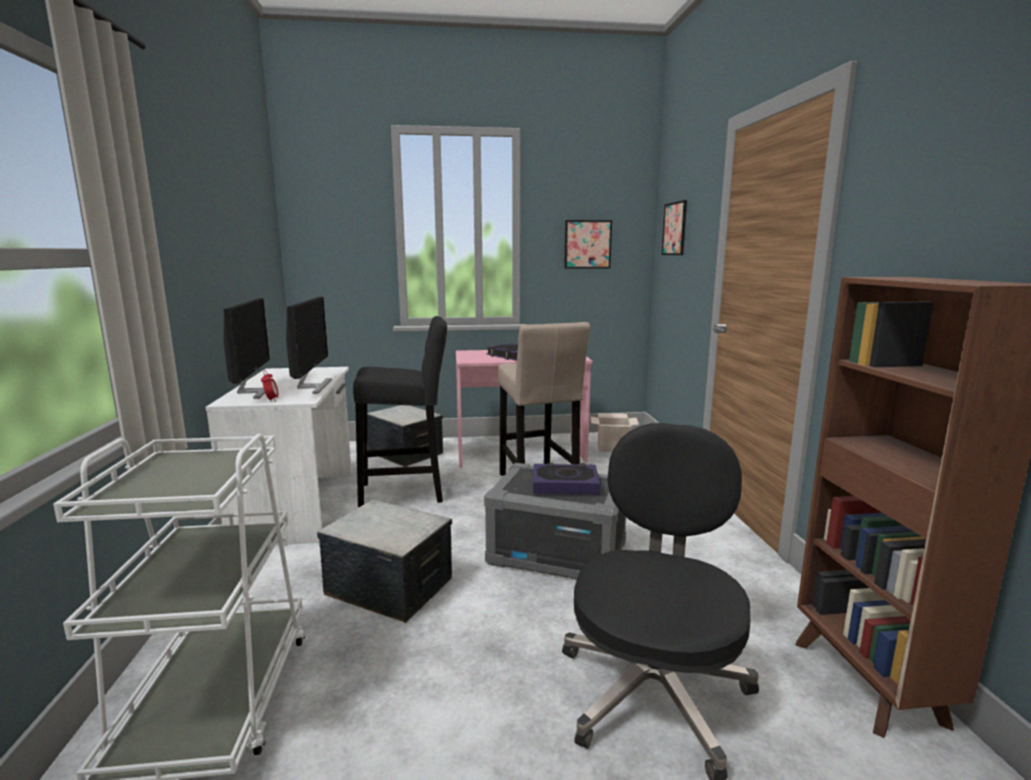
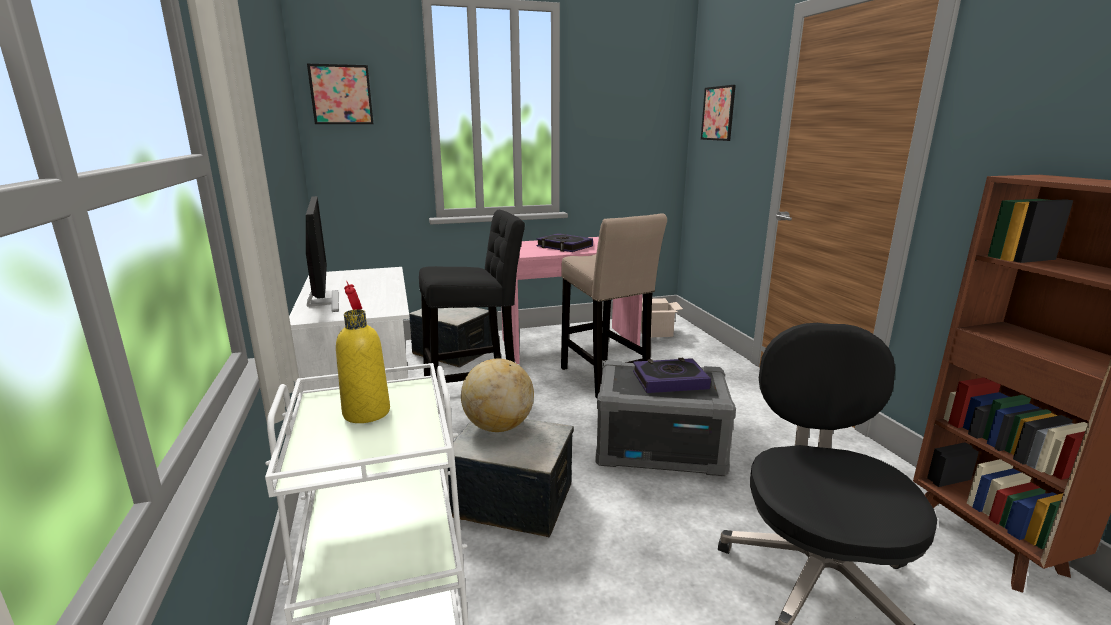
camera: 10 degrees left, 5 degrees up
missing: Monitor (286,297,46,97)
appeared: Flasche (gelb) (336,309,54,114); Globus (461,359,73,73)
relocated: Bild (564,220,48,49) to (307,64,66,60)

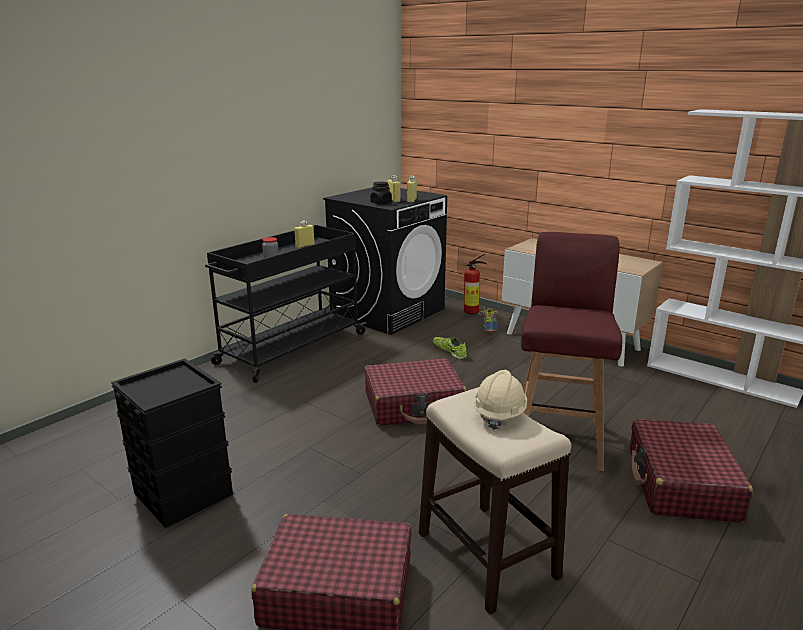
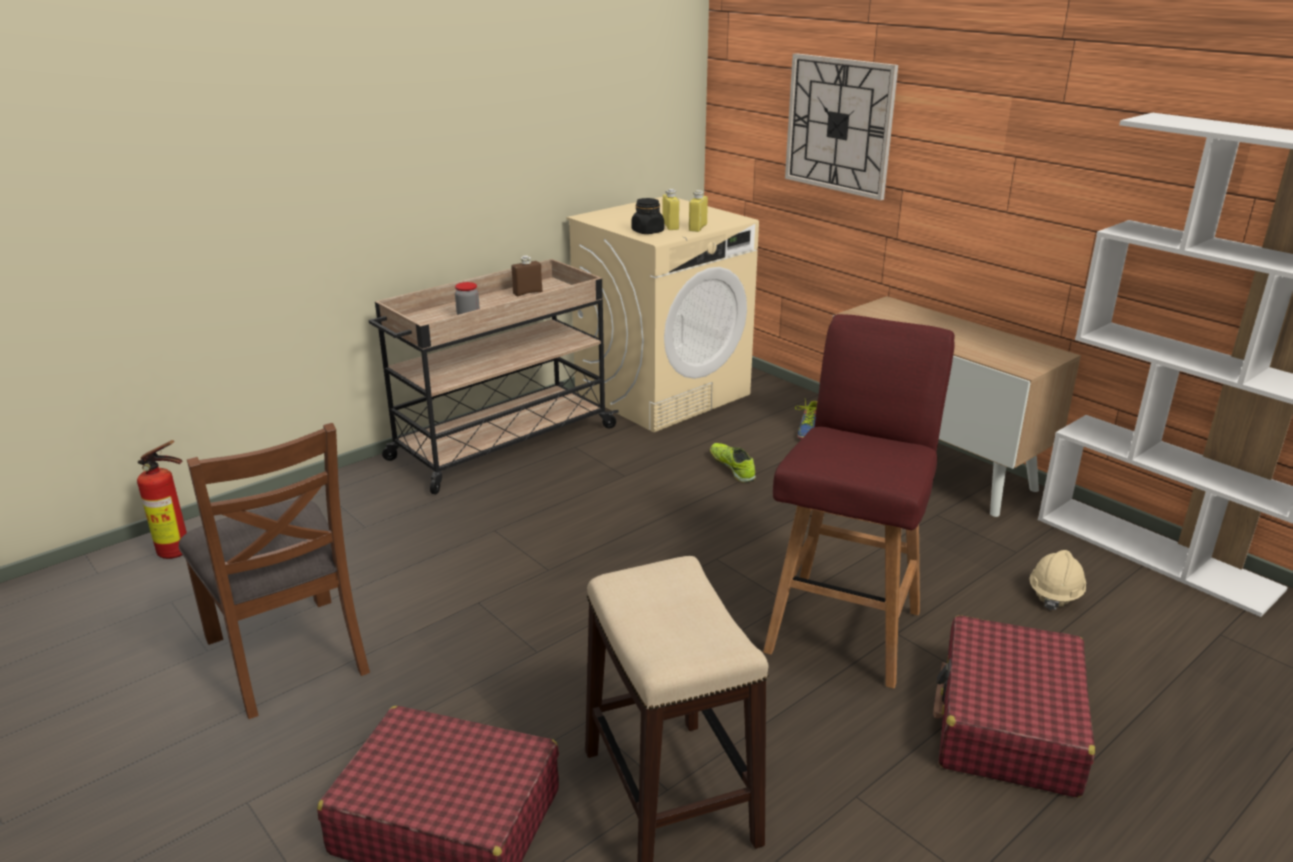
camera: 10 degrees right, 5 degrees up
missing: Koffer (rot) (364,358,103,68)
appeared: Wanduhr (785,53,113,148)
relocated: Feuerlöscher (464,253,23,61) to (137,440,50,119); Schutzhelm (beige) (474,370,53,60) to (1029,550,57,60)
exchanged: Aufbewahrungsbox (schwarz) (111,358,122,170) to Stuhl (braun) (179,423,191,296)
colour: Waschmaschine (schwarz) (323,187,124,148) to Waschmaschine (beige) (566,197,193,235); Flasche (gelb) (294,221,21,27) to Flasche (braun) (511,255,31,41); Rollwagen (schwarz) (205,225,162,158) to Rollwagen (beige) (369,259,250,235)

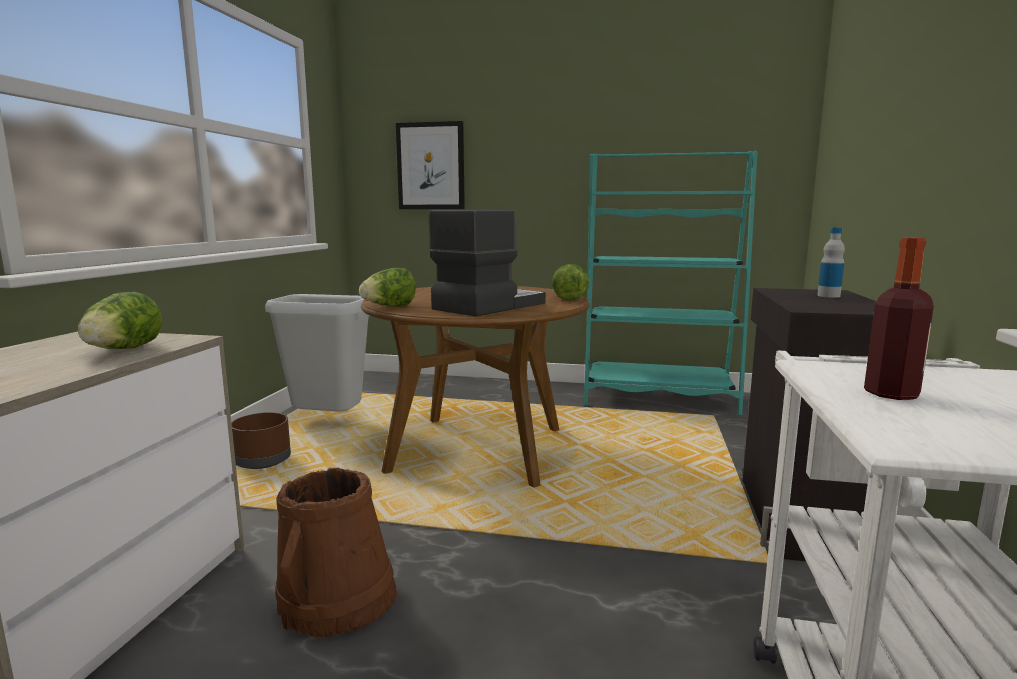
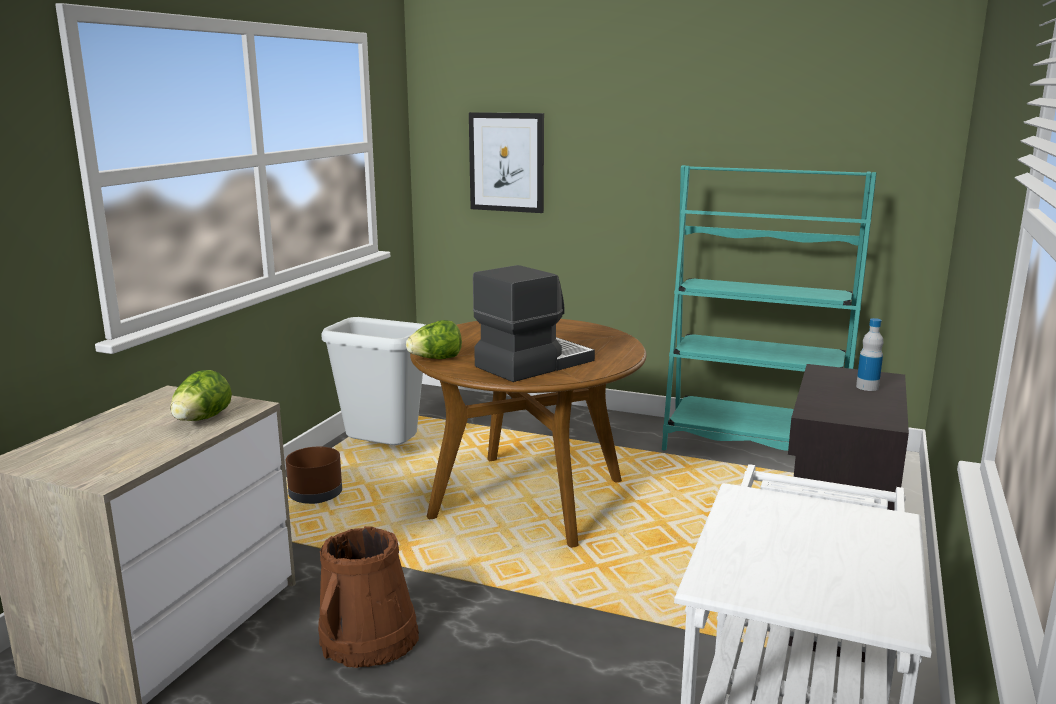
camera: 10 degrees right, 5 degrees up
missing: Flasche (864,237,70,163); Salatkopf (552,264,37,37)

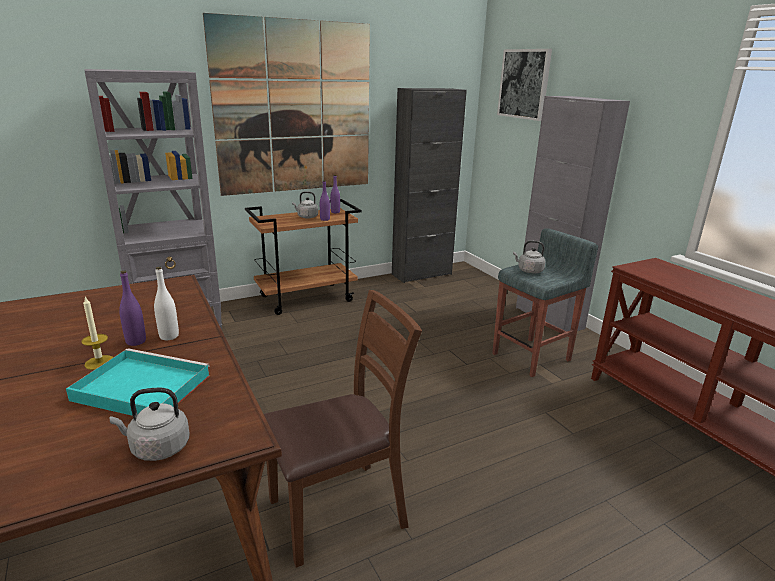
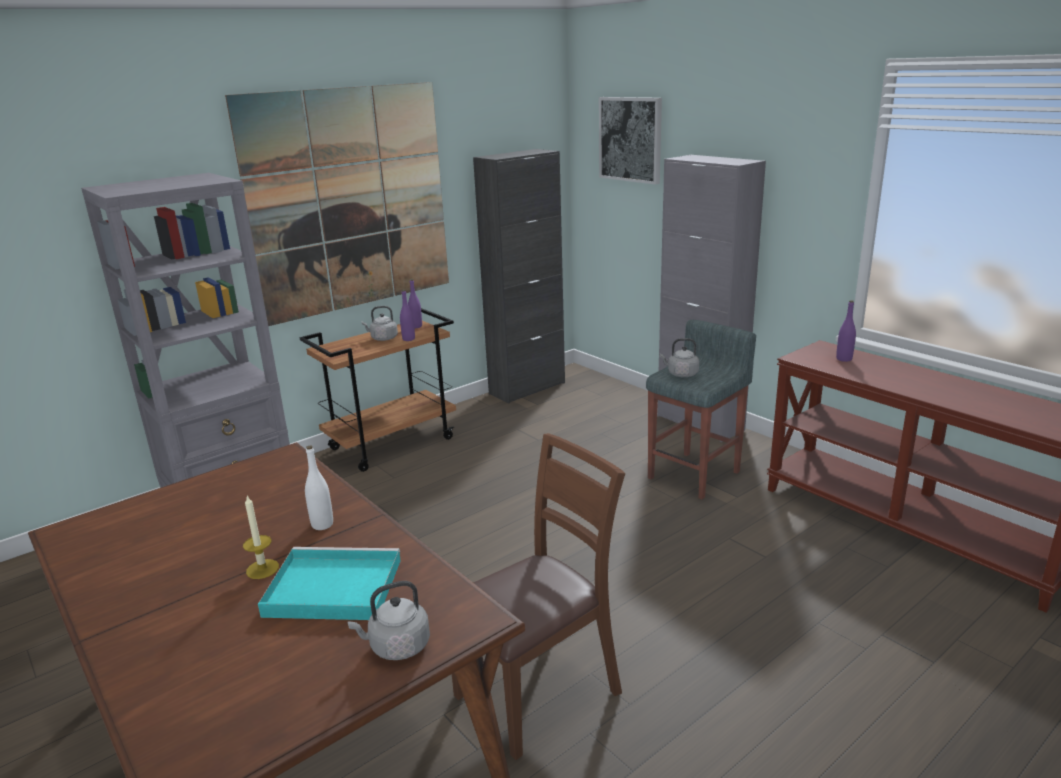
camera: 10 degrees left, 0 degrees up
relocated: Flasche (lila) (119,271,27,75) to (836,300,20,62)

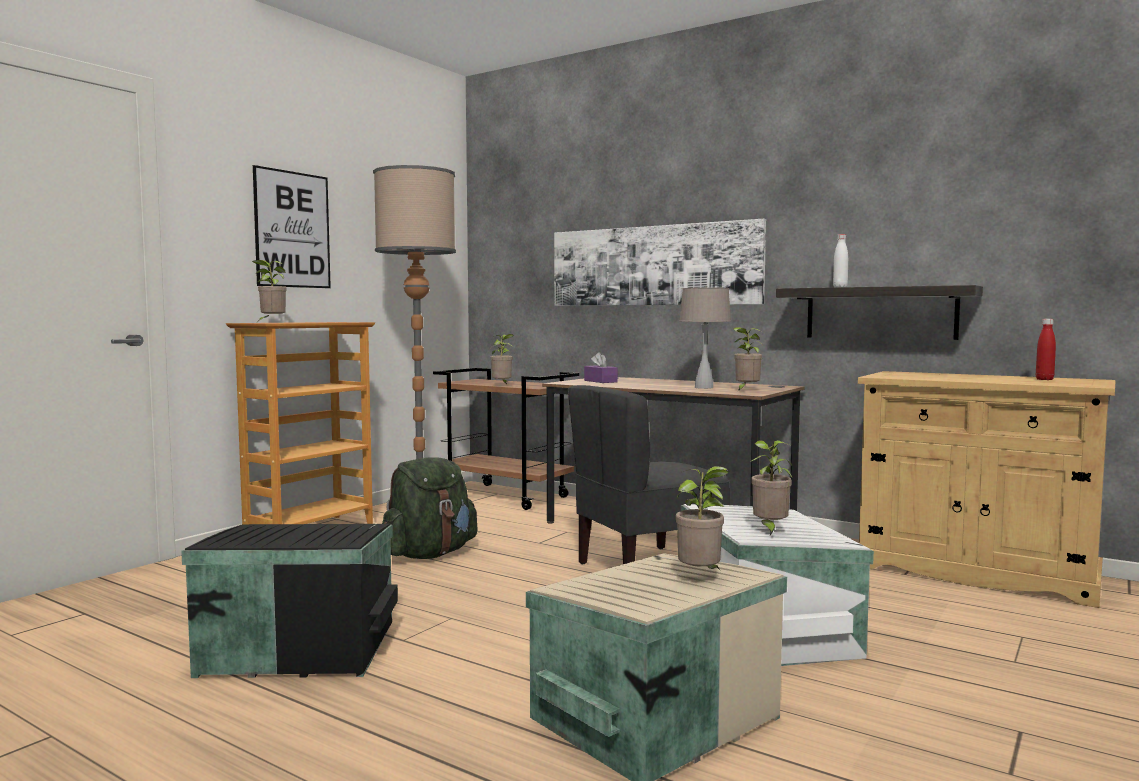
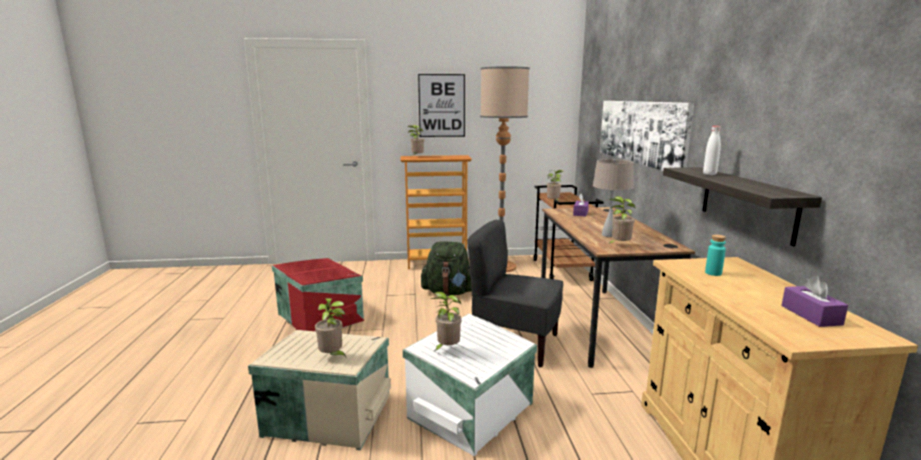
camera: 50 degrees right, 10 degrees up
appeared: Flasche (türkis) (705,234,21,42)
exchanged: Flasche (rot) (1036,319,20,61) to Taschentuchbox (lila) (781,276,67,51)
colour: Aufbewahrungsbox (schwarz) (181,524,217,154) to Aufbewahrungsbox (rot) (272,258,92,73)

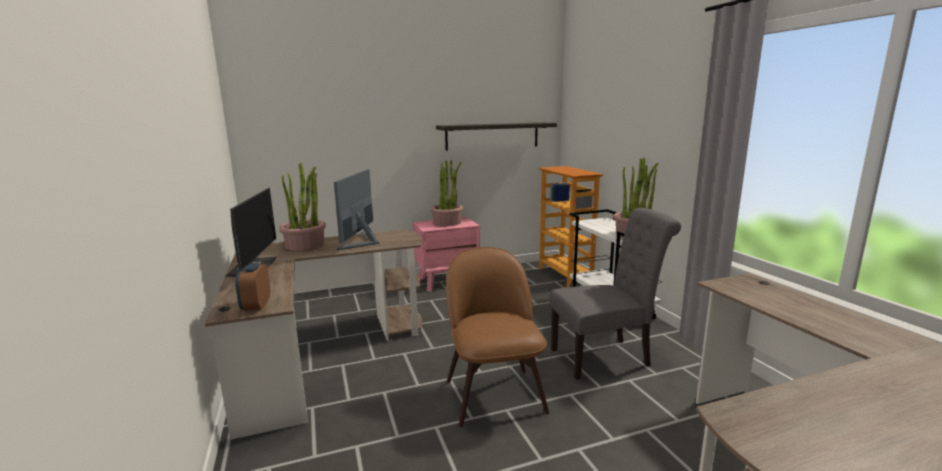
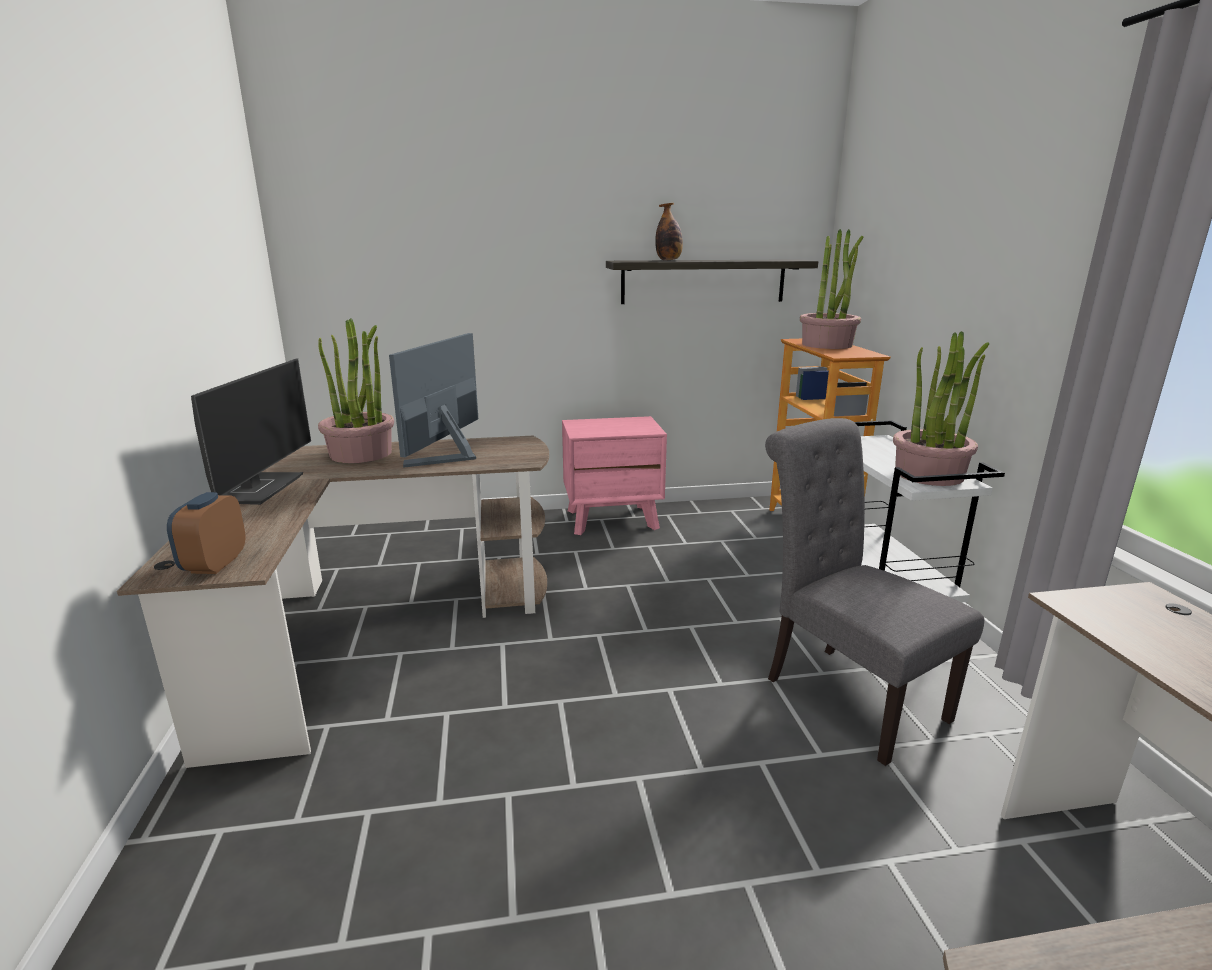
camera: 10 degrees right, 5 degrees up
missing: Stuhl (braun) (446,247,103,180)
appeared: Flasche (655,203,28,58)
relocated: Topfpflanze (430,160,34,66) to (800,229,64,120)
spun: Stuhl (grau) (549,208,132,172) = (765,418,219,348) 120 degrees counterclockwise

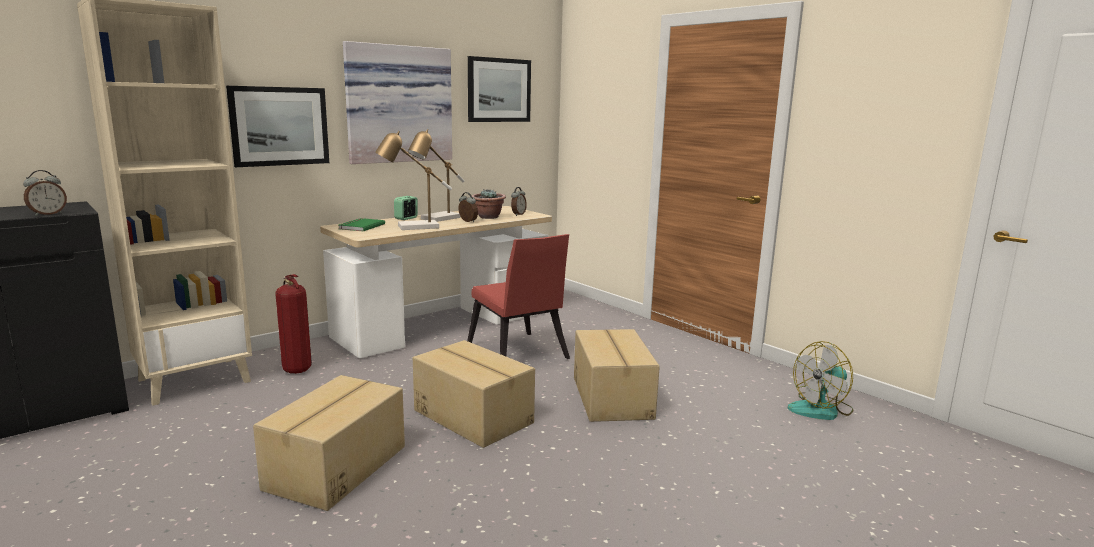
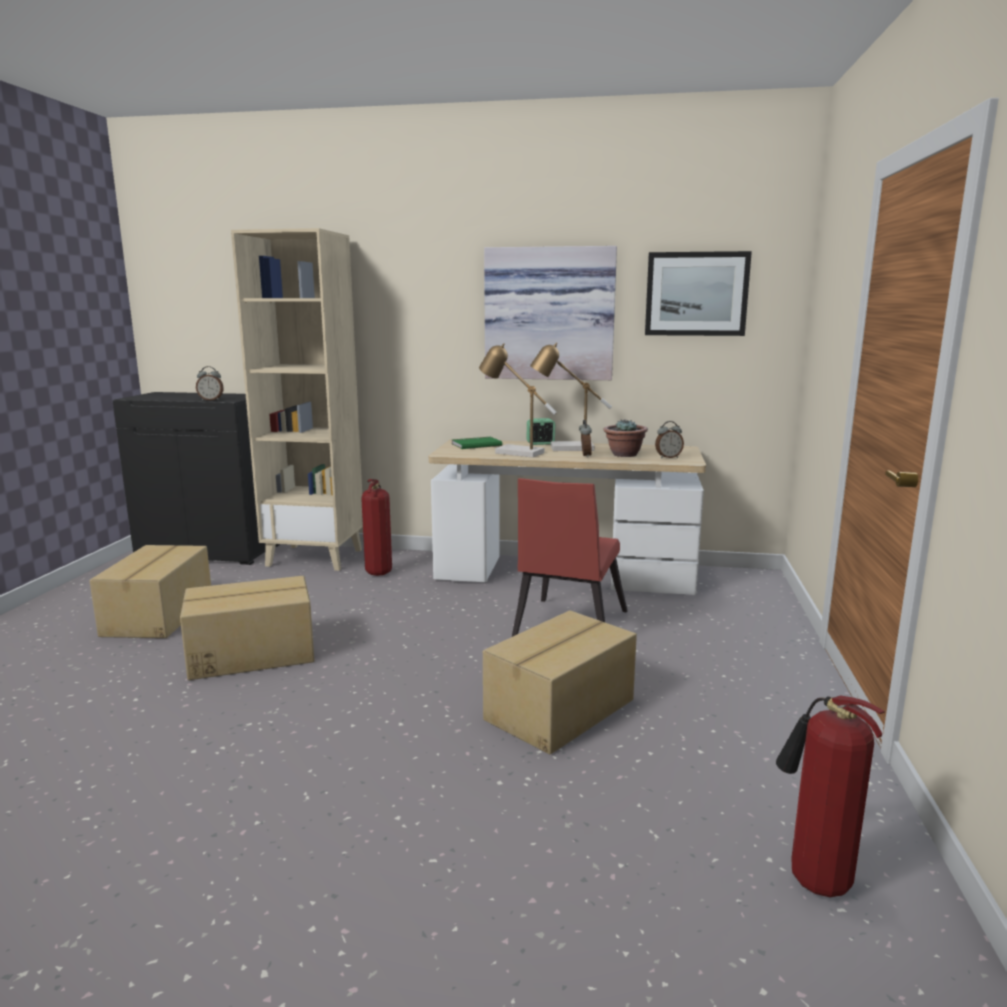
camera: 50 degrees right, 0 degrees up
missing: Bild (226,86,103,81)
relocated: Karton (413,340,122,108) to (89,545,122,93)
exchanged: Ventilator (788,341,65,79) to Feuerlöscher (776,695,109,202)

